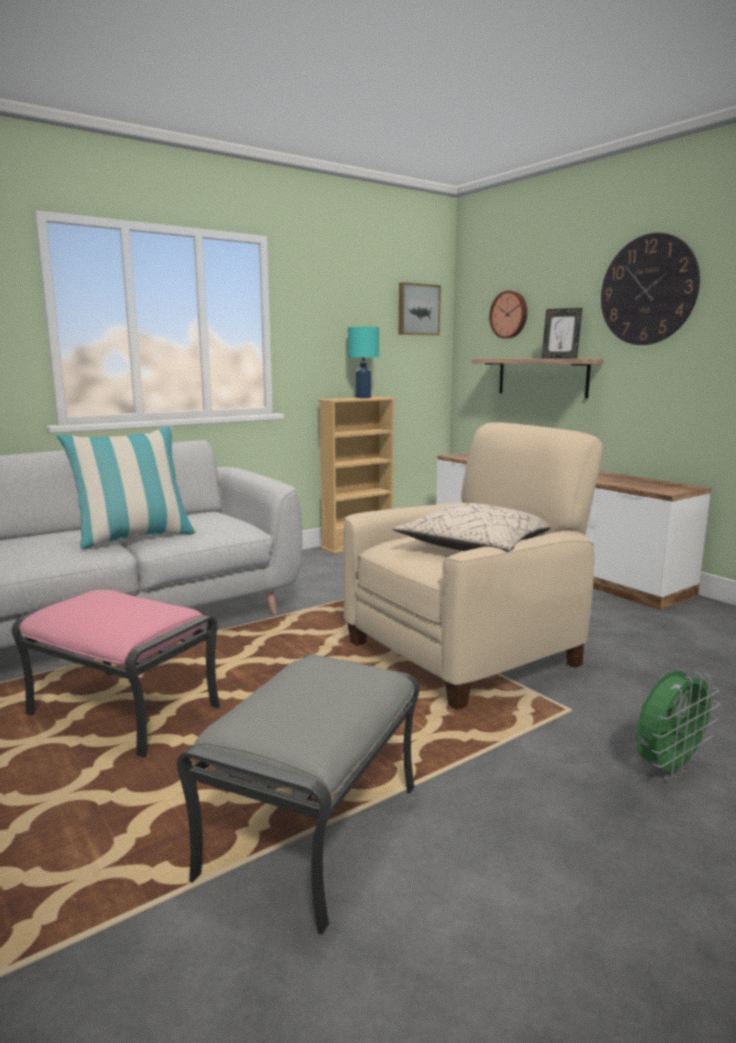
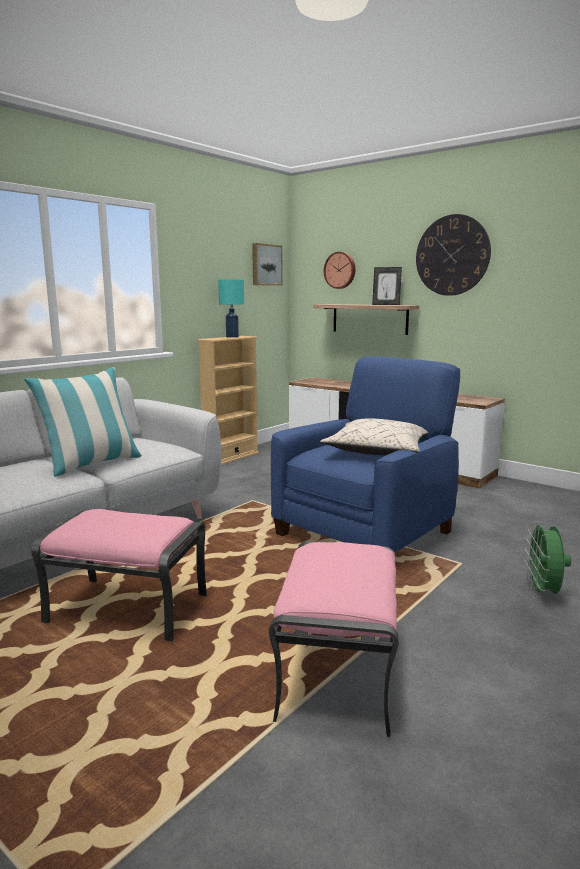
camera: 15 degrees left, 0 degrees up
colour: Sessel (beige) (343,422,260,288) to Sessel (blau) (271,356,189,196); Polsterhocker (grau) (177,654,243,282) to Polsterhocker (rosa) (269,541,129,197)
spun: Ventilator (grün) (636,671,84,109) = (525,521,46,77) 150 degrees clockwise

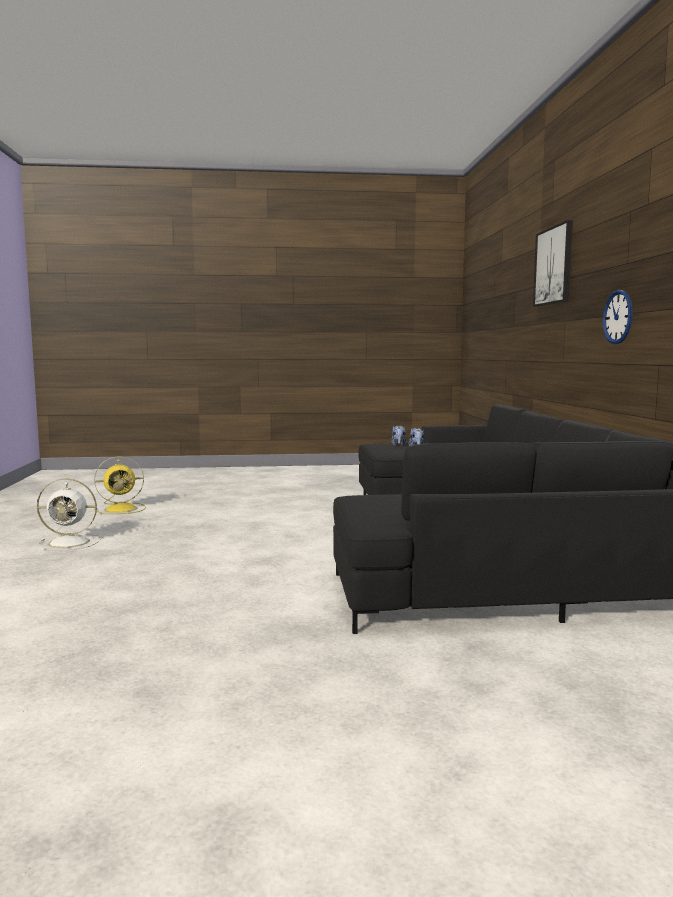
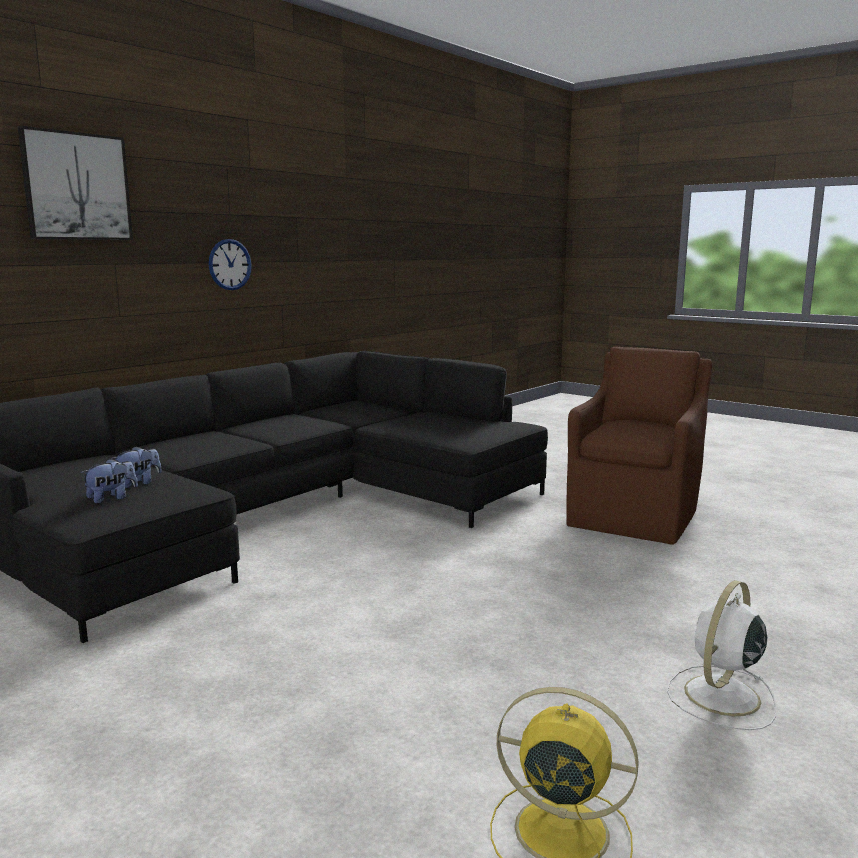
camera: 135 degrees left, 5 degrees up
appeared: Sessel (braun) (566,346,146,199)
spun: Ventilator (weiß) (37,479,63,71) = (667,580,109,150) 90 degrees counterclockwise

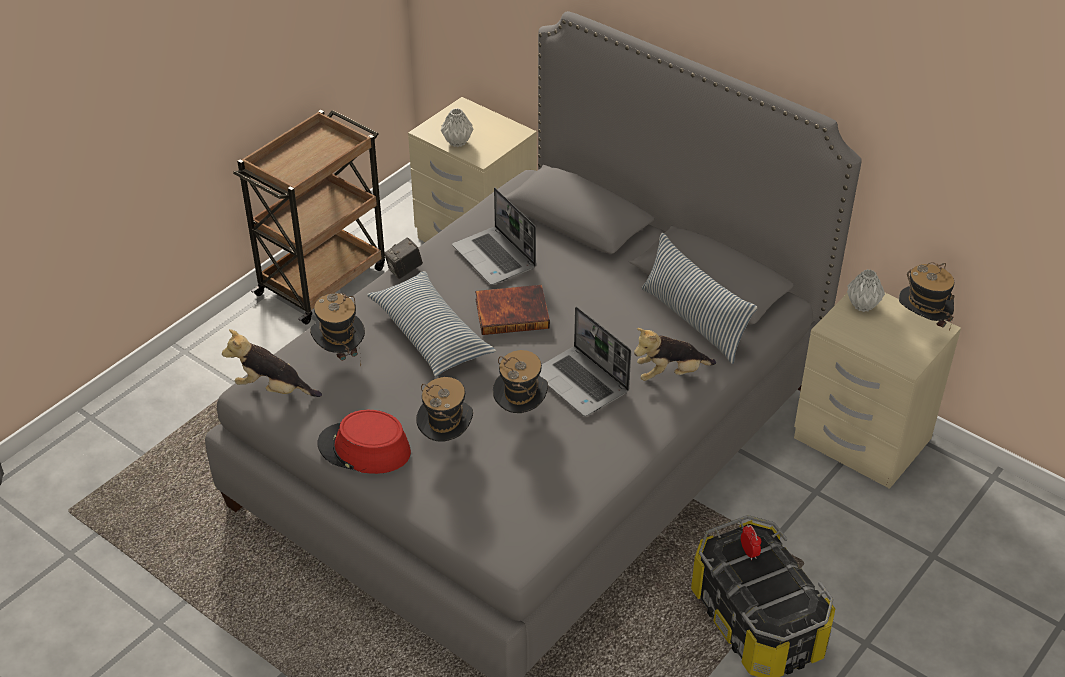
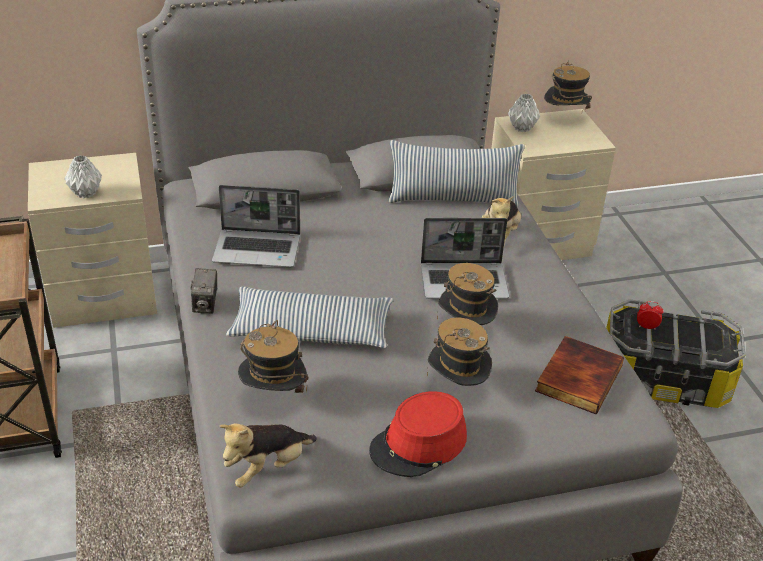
camera: 55 degrees left, 5 degrees down
relocated: Buch (475,285,75,50) to (535,336,89,78)

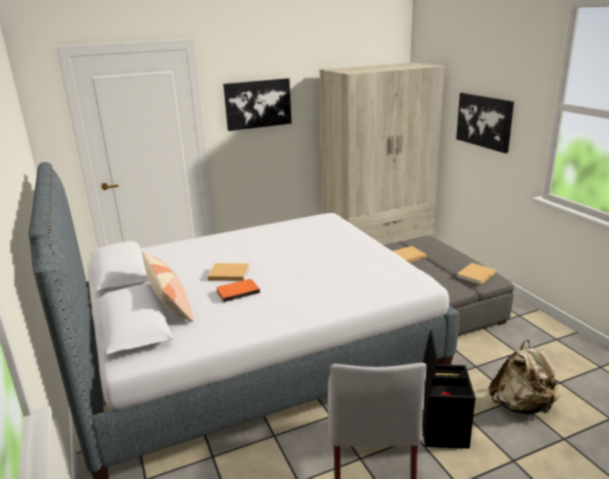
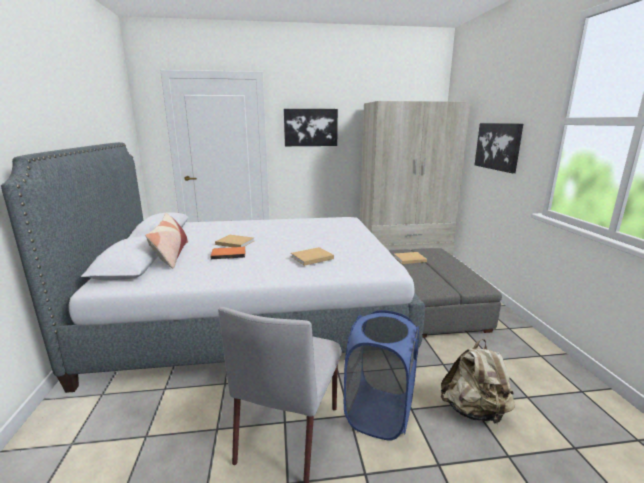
camera: 15 degrees right, 5 degrees down
relocated: Buch (beige) (457,263,39,22) to (291,247,43,19)
exchanged: Aufbewahrungsbox (schwarz) (422,330,53,119) to Wäschekorb (blau) (344,310,75,131)

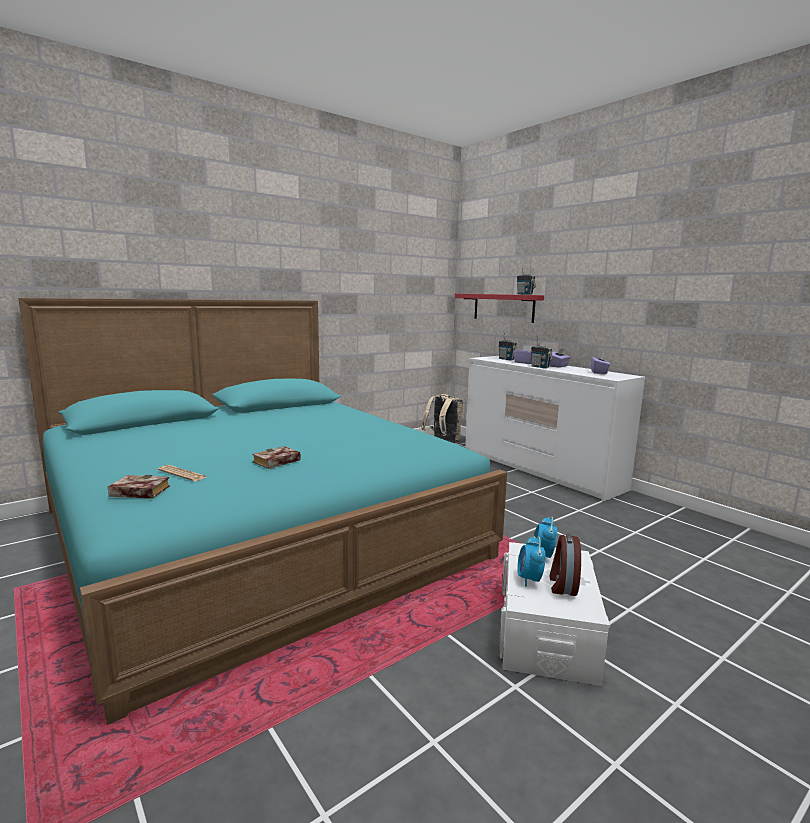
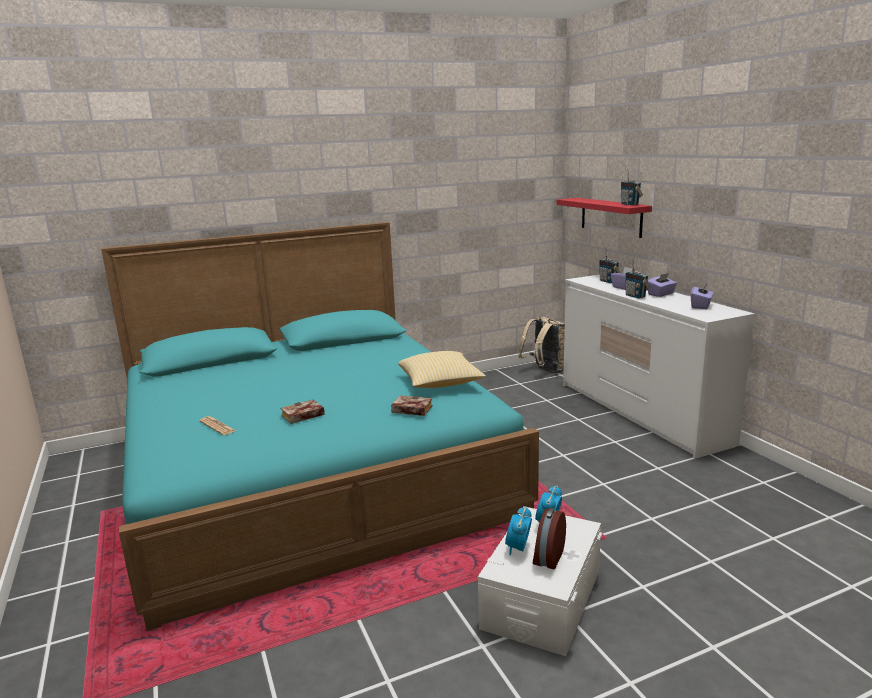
camera: 15 degrees right, 5 degrees up
appeared: Kissen (398,351,88,37)
relocated: Buch (108,475,62,24) to (391,396,42,20)

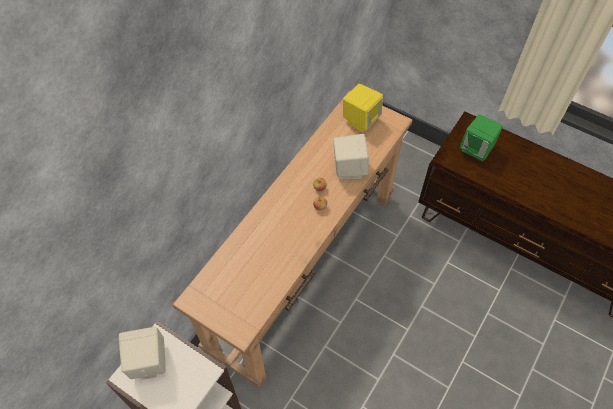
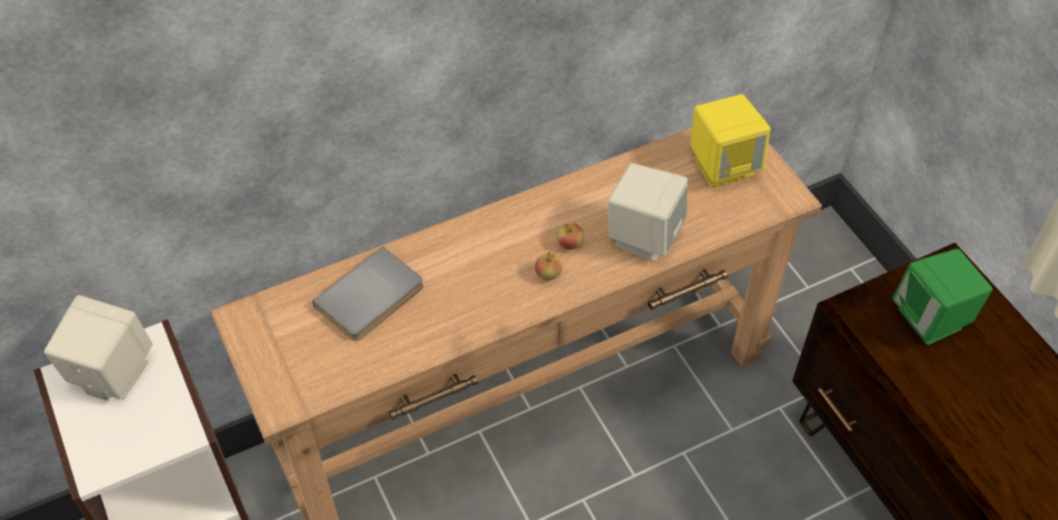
camera: 30 degrees right, 5 degrees down
appeared: Buch (grau) (312,246,111,95)

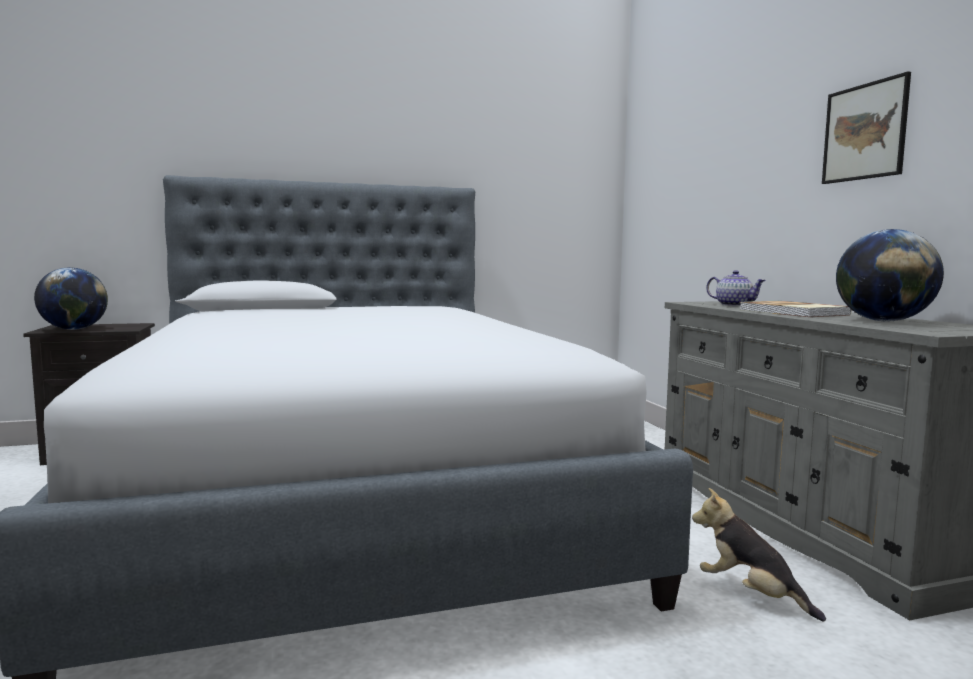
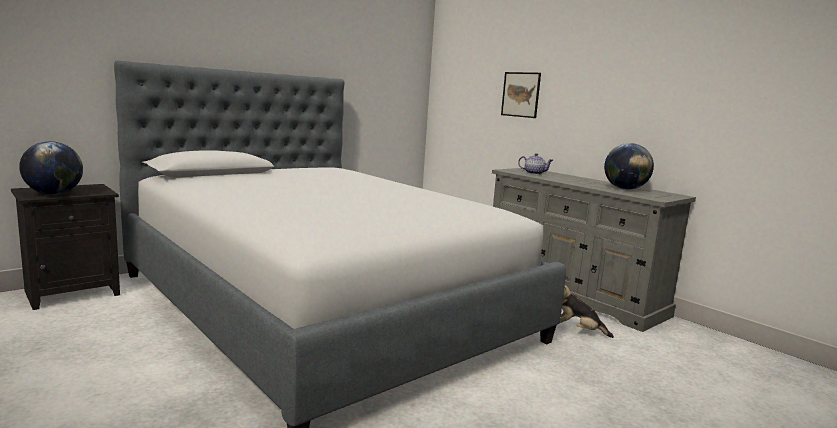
camera: 25 degrees left, 5 degrees up
missing: Buch (740,301,112,16)
relocated: Bild (822,71,89,113) to (501,72,40,46)

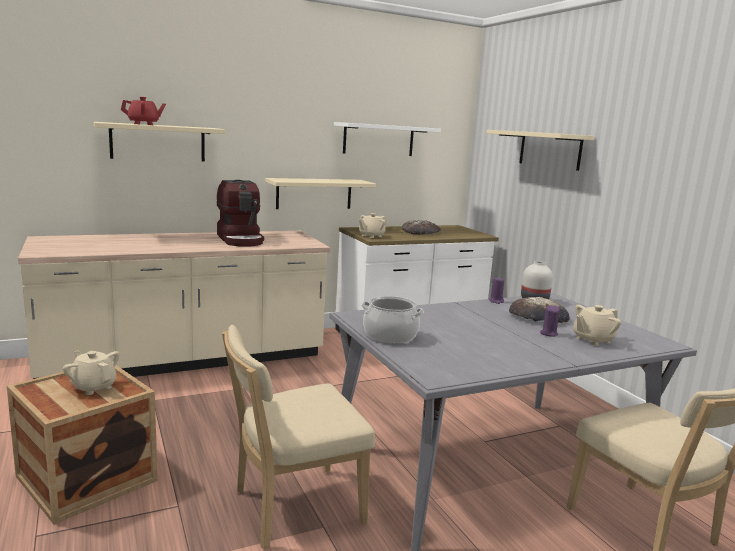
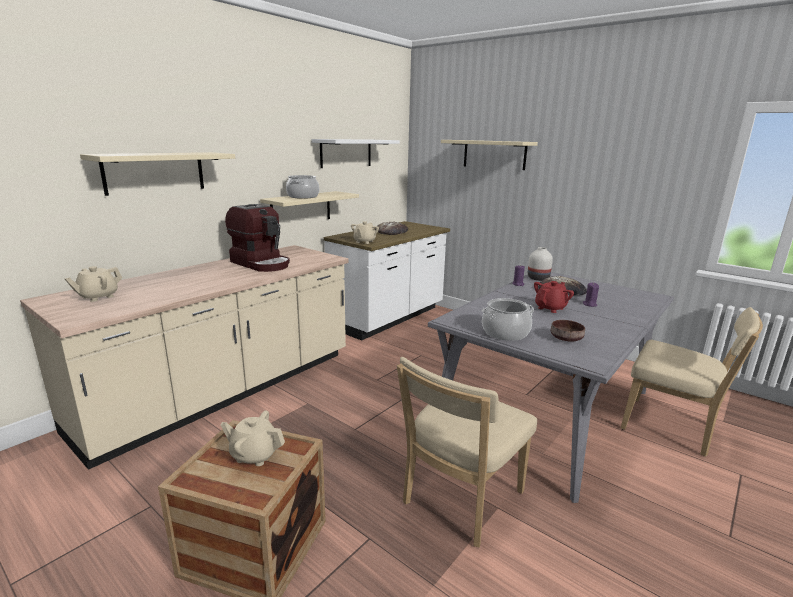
camera: 25 degrees left, 5 degrees up
appeared: Kochtopf (286,175,33,24); Schüssel (braun) (551,320,34,22)
relocated: Teekanne (rot) (121,97,45,28) to (534,281,40,32); Teekanne (beige) (573,305,48,41) to (65,266,57,36)

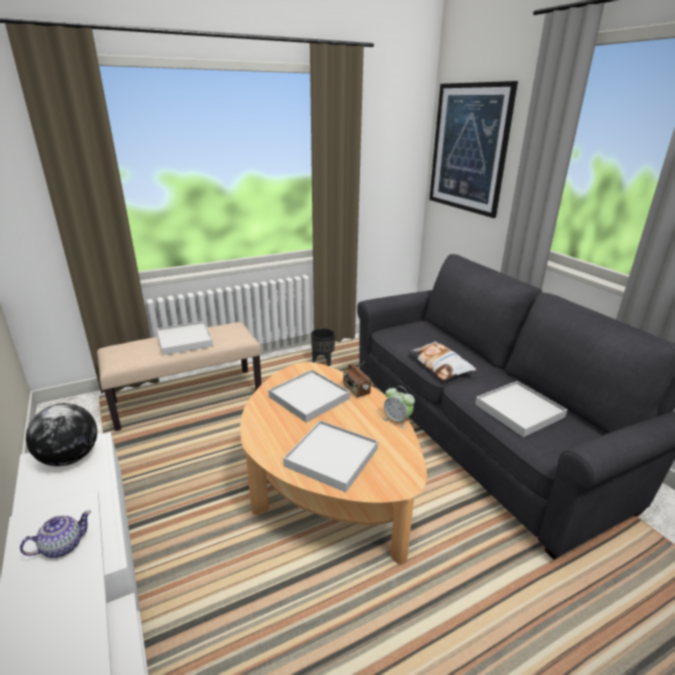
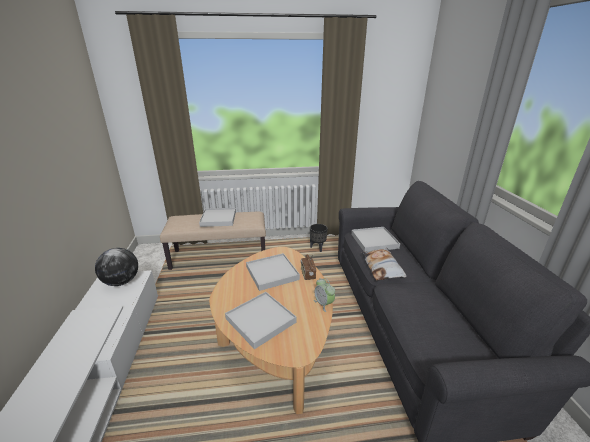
camera: 20 degrees right, 0 degrees up
missing: Bild (429,81,89,137); Teekanne (20,510,71,48)
relocated: Tablett (weiß) (475,381,92,56) to (351,227,49,25)

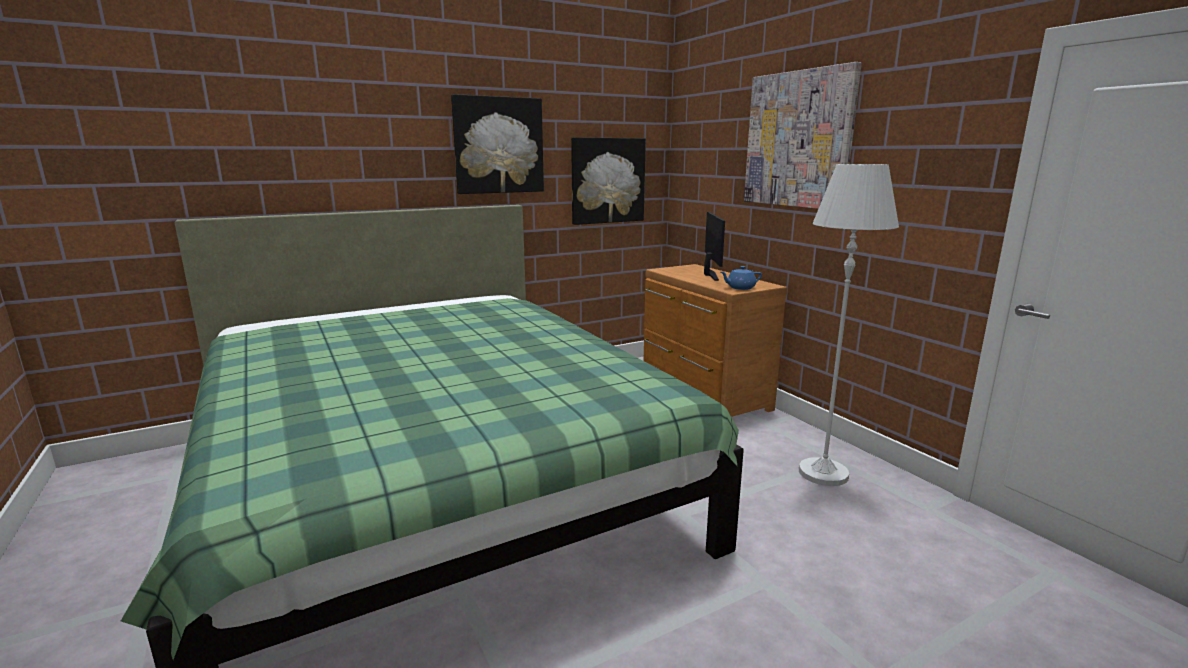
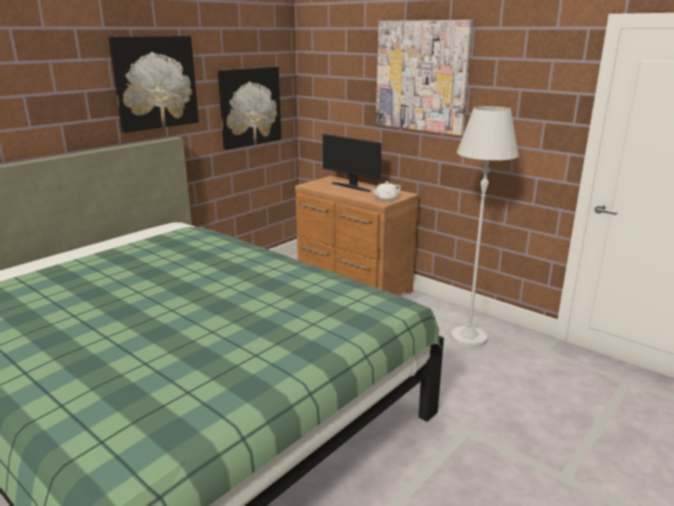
camera: 20 degrees left, 5 degrees up
colour: Teekanne (blau) (721,266,41,24) to Teekanne (weiß) (371,181,30,20)
spun: Monitor (704,212,21,69) = (323,134,58,58) 150 degrees clockwise

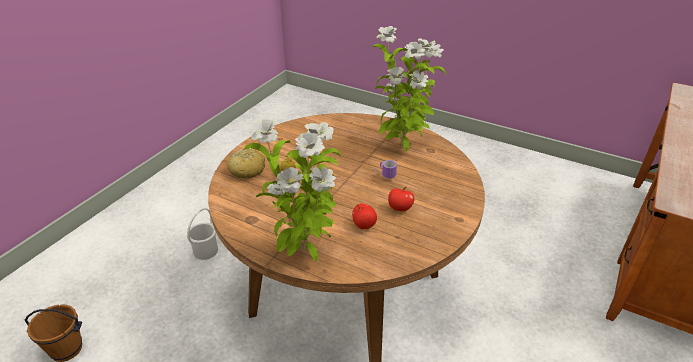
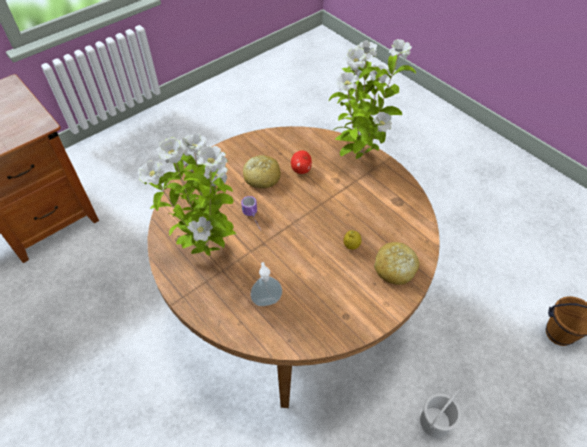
camera: 160 degrees left, 15 degrees up
appeared: Seifenspender (250,262,32,44)
exchanged: Apfel (388,187,26,24) to Brot (243,155,38,33)

